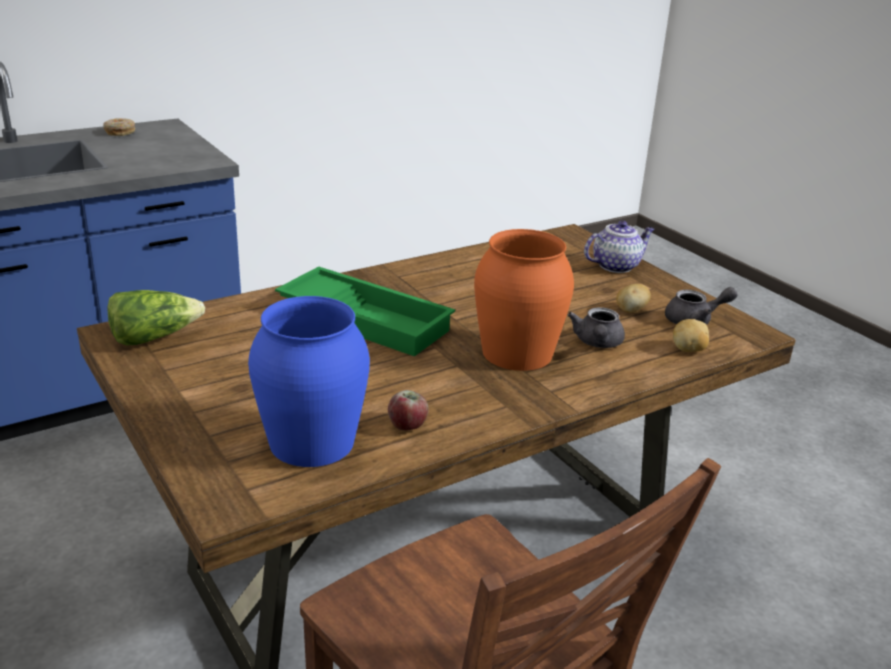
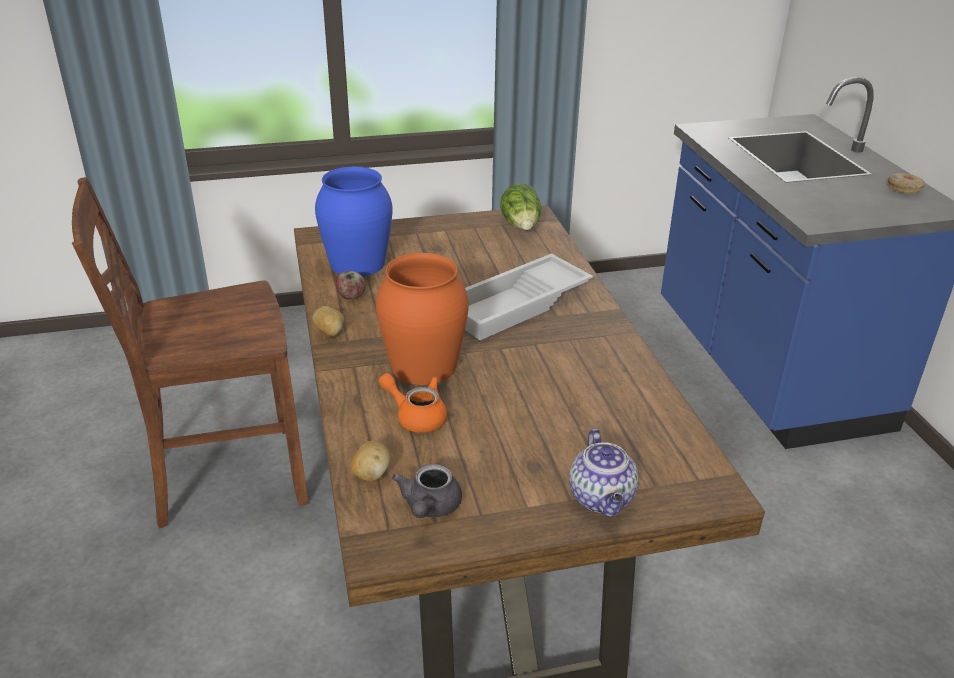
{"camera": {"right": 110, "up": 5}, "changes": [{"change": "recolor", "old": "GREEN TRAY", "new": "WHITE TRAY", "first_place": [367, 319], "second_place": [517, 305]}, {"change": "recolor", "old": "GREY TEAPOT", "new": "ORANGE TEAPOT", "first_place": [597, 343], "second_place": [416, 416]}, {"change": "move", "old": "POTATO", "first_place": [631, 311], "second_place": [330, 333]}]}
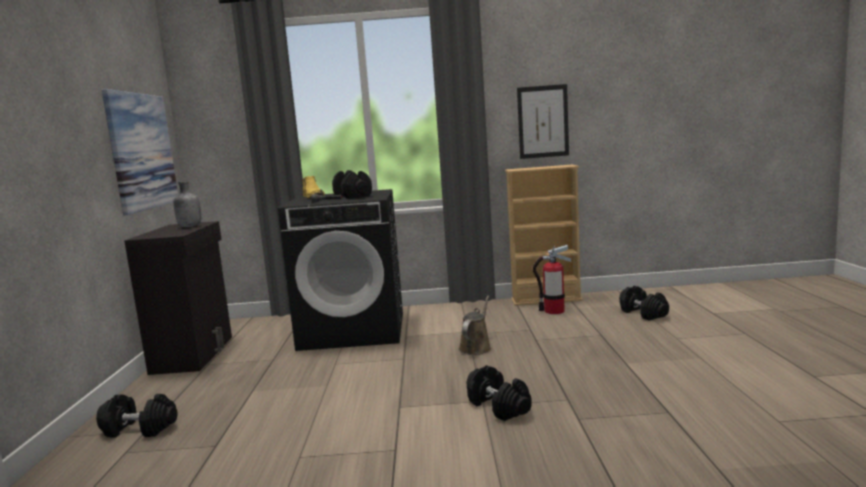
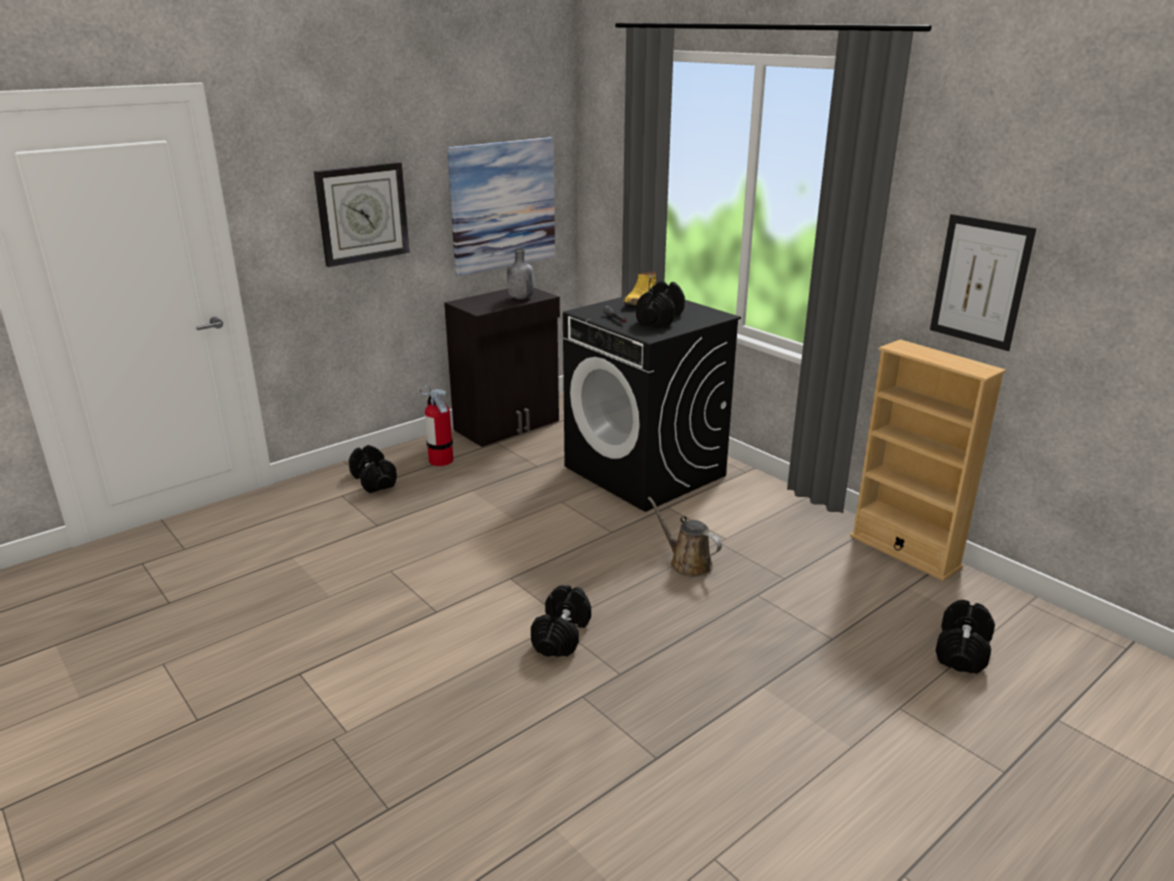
{"camera": {"right": 50, "up": 15}, "changes": [{"change": "rotate", "old": "BROWN WATERING CAN", "first_place": [476, 347], "second_place": [687, 563], "degrees": -120}, {"change": "move", "old": "FIRE EXTINGUISHER", "first_place": [554, 311], "second_place": [440, 460]}, {"change": "insert", "new": "WALL CLOCK", "second_place": [362, 213]}]}
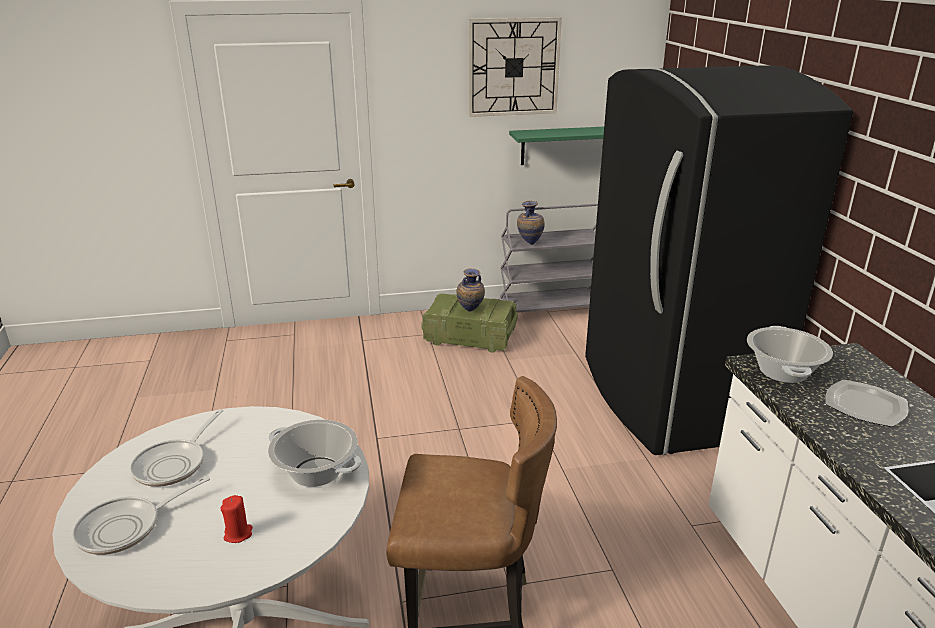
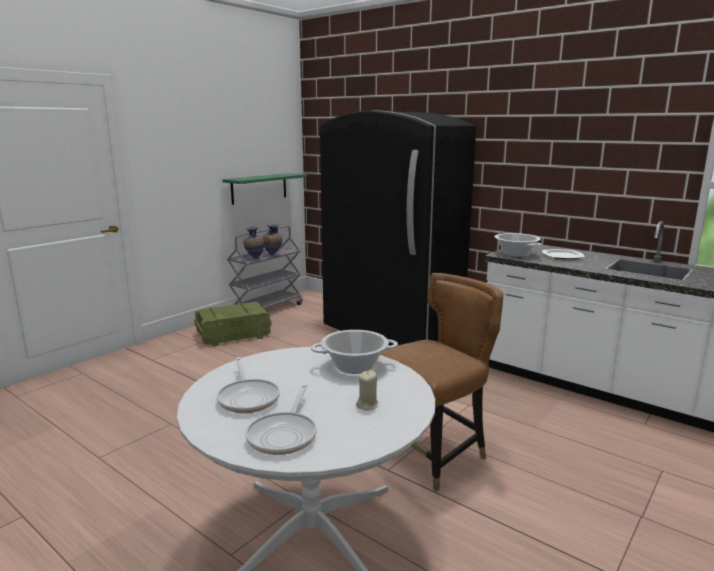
{"camera": {"right": -40, "up": -10}, "changes": [{"change": "recolor", "old": "RED CANDLE", "new": "BEIGE CANDLE", "first_place": [238, 534], "second_place": [367, 405]}, {"change": "move", "old": "VASE", "first_place": [470, 312], "second_place": [273, 255]}, {"change": "delete", "old": "WALL CLOCK", "first_place": [513, 67]}]}
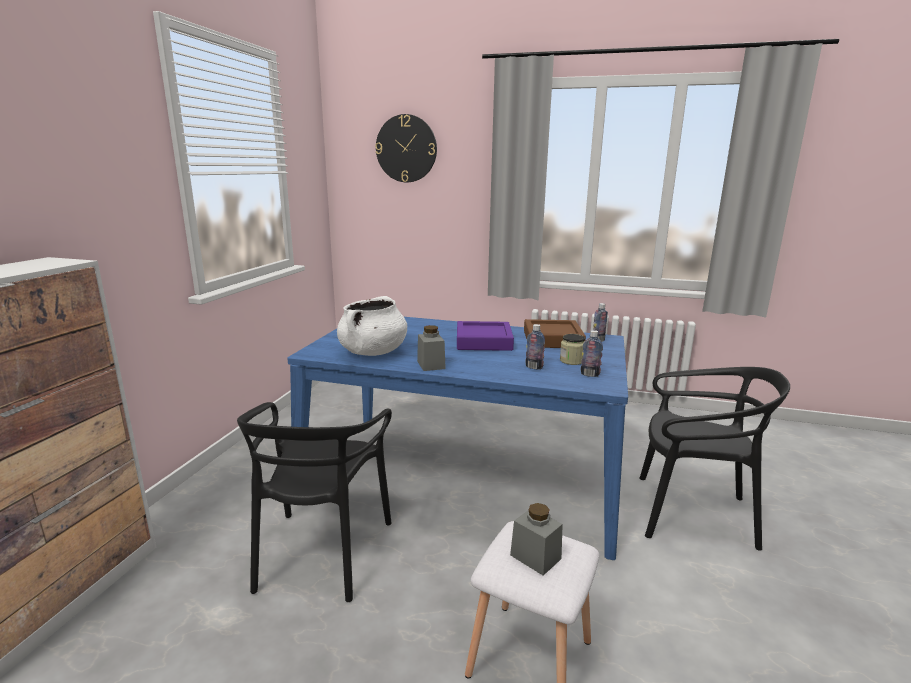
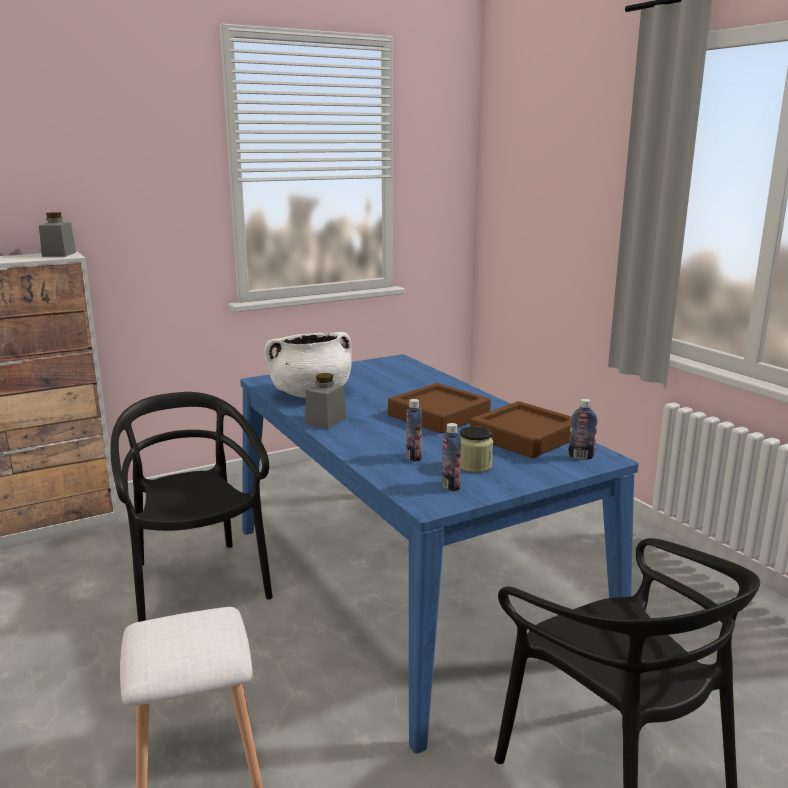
{"camera": {"right": 45, "up": 0}, "changes": [{"change": "rotate", "old": "BLACK CHAIR", "first_place": [322, 552], "second_place": [197, 584], "degrees": 105}, {"change": "delete", "old": "WALL CLOCK", "first_place": [406, 149]}, {"change": "recolor", "old": "PURPLE TRAY", "new": "BROWN TRAY", "first_place": [483, 341], "second_place": [439, 415]}, {"change": "move", "old": "GREY JAR", "first_place": [535, 557], "second_place": [59, 254]}]}
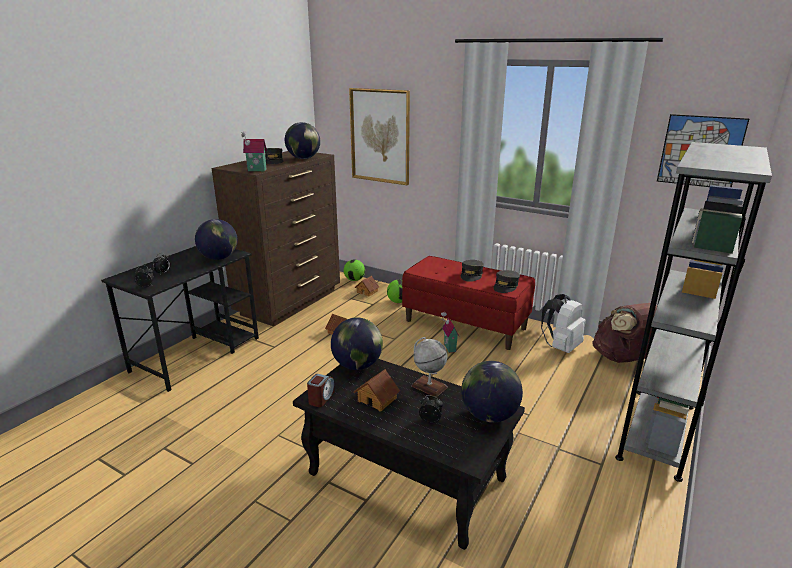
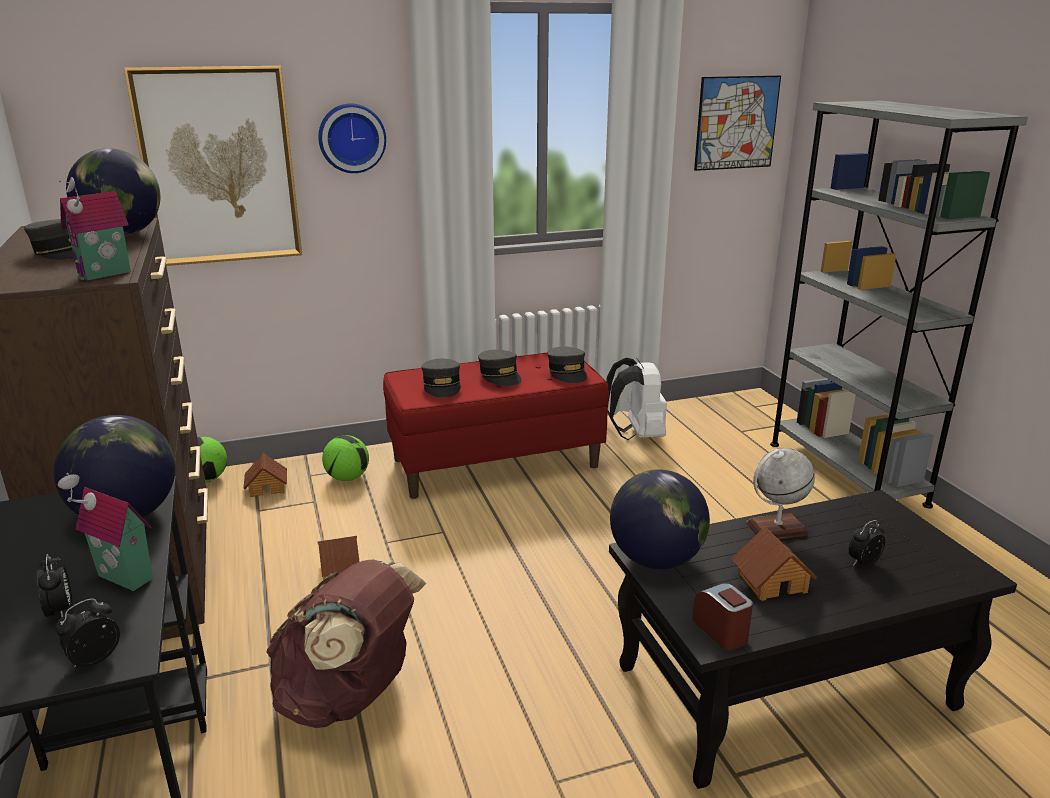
{"camera": {"right": -50, "up": 0}, "changes": [{"change": "move", "old": "TOY HOUSE", "first_place": [448, 348], "second_place": [121, 579]}, {"change": "delete", "old": "GLOBE", "first_place": [489, 416]}, {"change": "move", "old": "BROWN BACKPACK", "first_place": [624, 358], "second_place": [349, 697]}, {"change": "insert", "new": "WALL CLOCK", "second_place": [351, 138]}, {"change": "insert", "new": "GREY CAP", "second_place": [442, 386]}]}
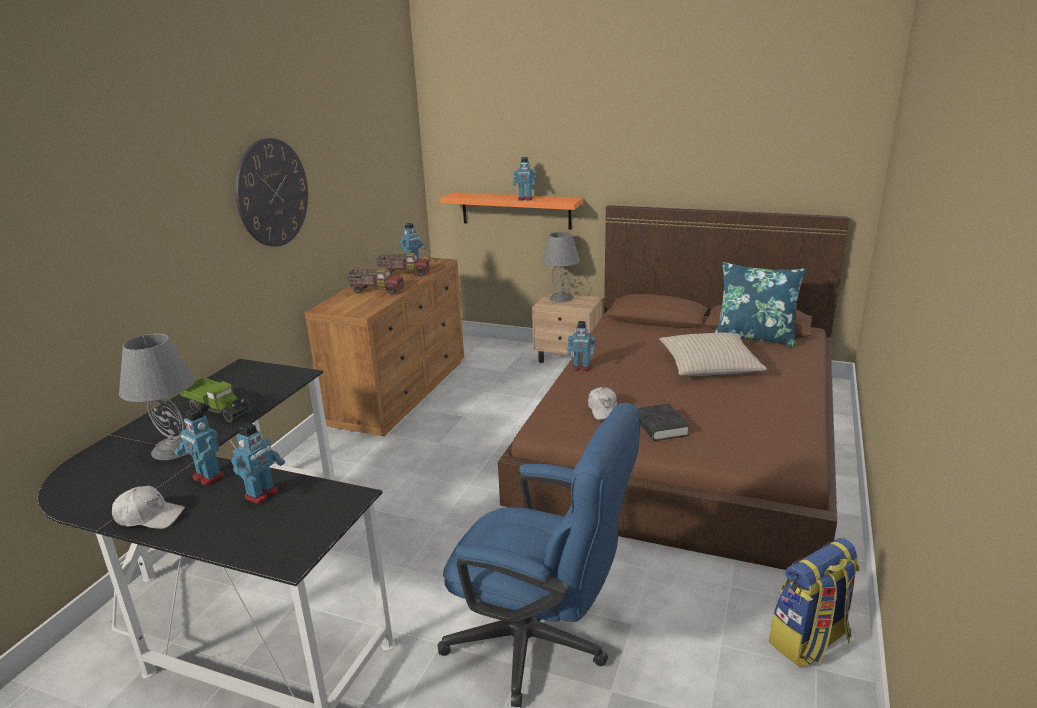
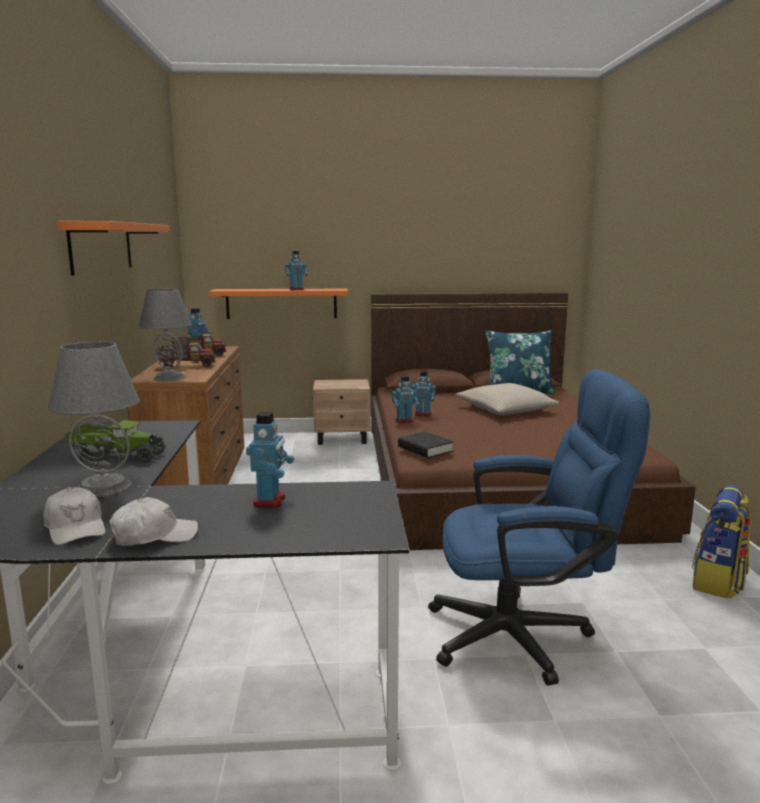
{"camera": {"right": -25, "up": -10}, "changes": [{"change": "move", "old": "TOY ROBOT", "first_place": [208, 477], "second_place": [422, 414]}, {"change": "replace", "old": "WALL CLOCK", "new": "ORANGE SHELF", "first_place": [272, 193], "second_place": [102, 247]}, {"change": "move", "old": "GREY TABLE LAMP", "first_place": [561, 298], "second_place": [169, 377]}, {"change": "move", "old": "WHITE CAP", "first_place": [604, 409], "second_place": [76, 528]}, {"change": "move", "old": "BLACK BOOK", "first_place": [660, 426], "second_place": [425, 449]}]}
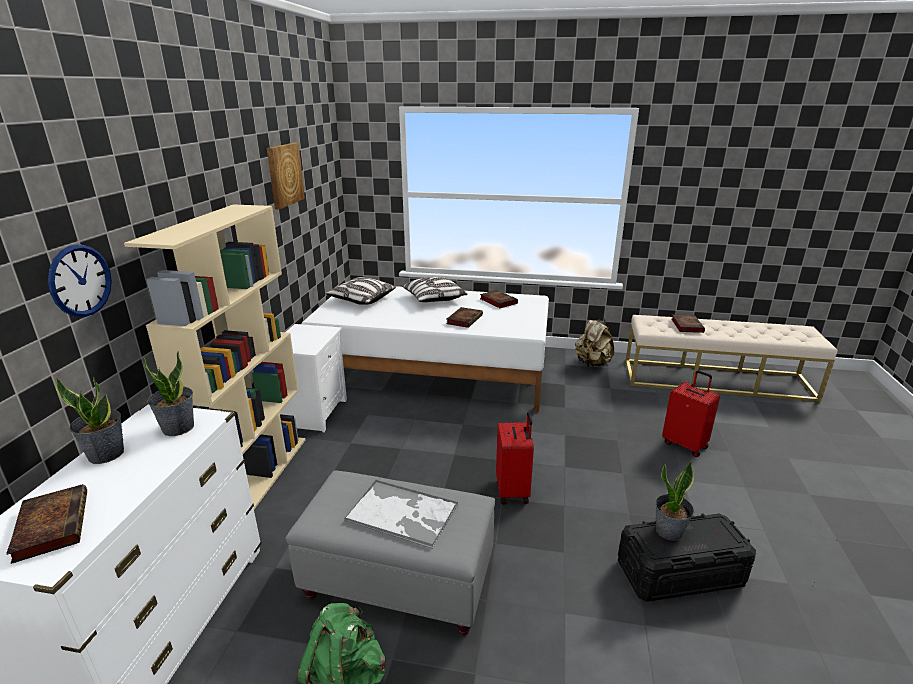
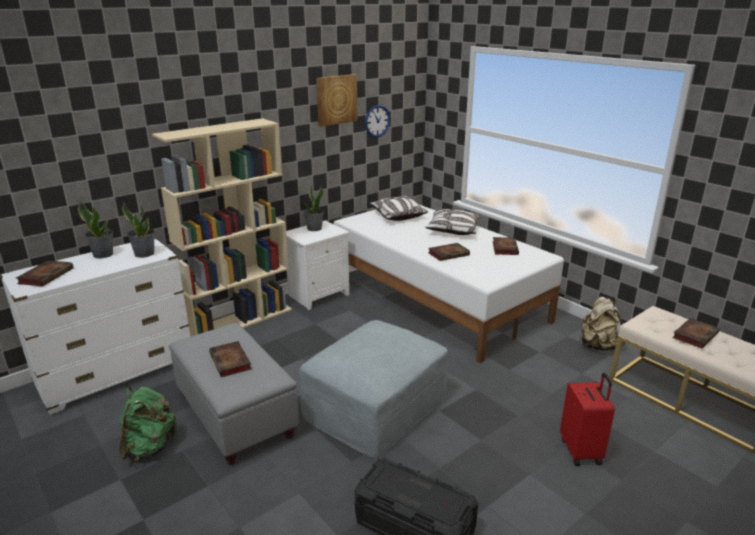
{"camera": {"right": 40, "up": 0}, "changes": [{"change": "move", "old": "WALL CLOCK", "first_place": [80, 281], "second_place": [377, 121]}, {"change": "replace", "old": "TRAY", "new": "BOOK", "first_place": [403, 514], "second_place": [231, 362]}, {"change": "replace", "old": "RED SUITCASE", "new": "GREY OTTOMAN", "first_place": [513, 491], "second_place": [375, 406]}, {"change": "move", "old": "POTTED PLANT", "first_place": [669, 531], "second_place": [314, 228]}]}
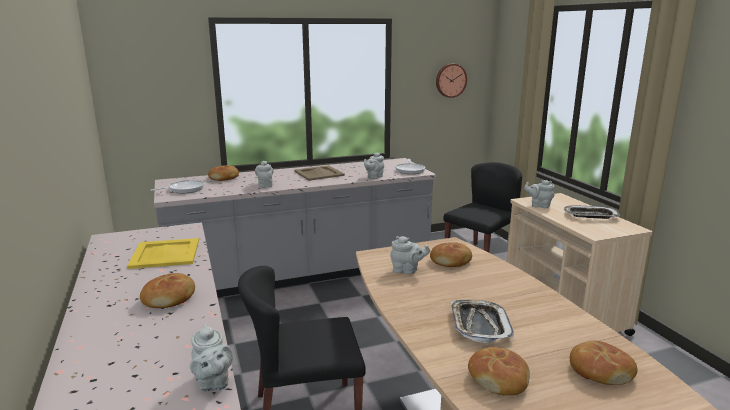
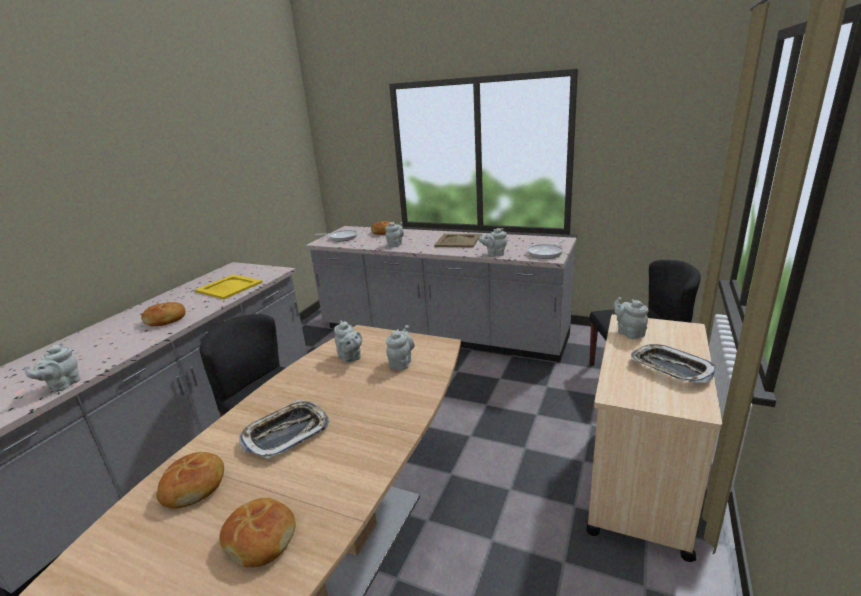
{"camera": {"right": 45, "up": 5}, "changes": [{"change": "replace", "old": "BREAD", "new": "GREY TEAPOT", "first_place": [451, 261], "second_place": [401, 363]}, {"change": "delete", "old": "WALL CLOCK", "first_place": [450, 80]}]}
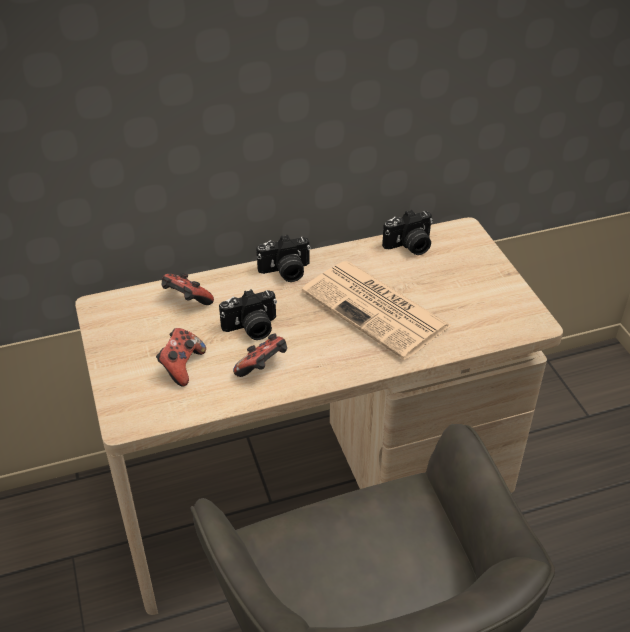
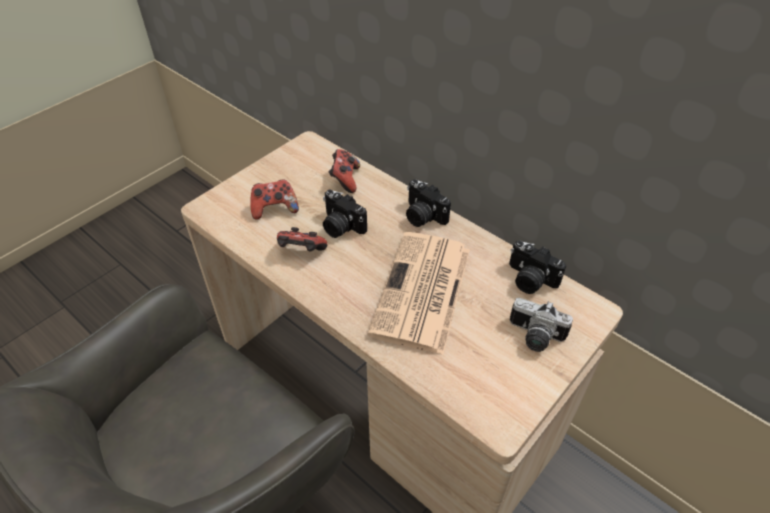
{"camera": {"right": 60, "up": 5}, "changes": [{"change": "insert", "new": "PHOTO CAMERA", "second_place": [534, 337]}]}
